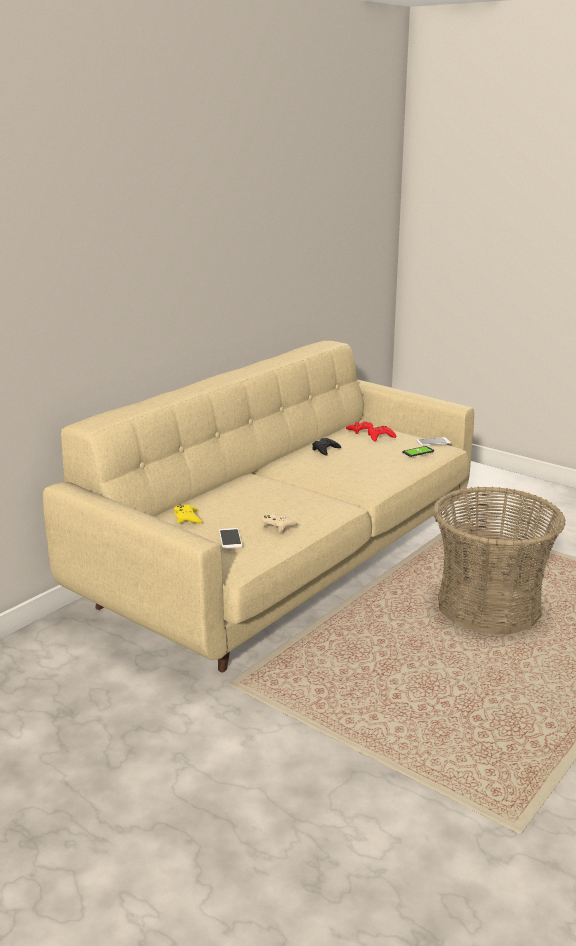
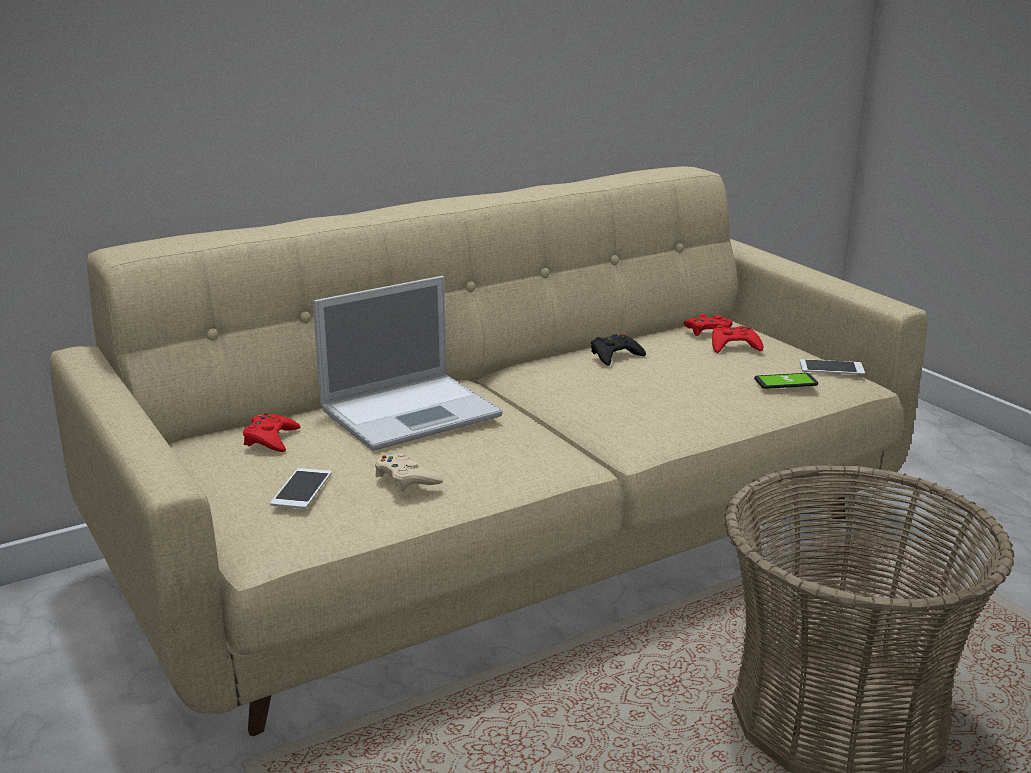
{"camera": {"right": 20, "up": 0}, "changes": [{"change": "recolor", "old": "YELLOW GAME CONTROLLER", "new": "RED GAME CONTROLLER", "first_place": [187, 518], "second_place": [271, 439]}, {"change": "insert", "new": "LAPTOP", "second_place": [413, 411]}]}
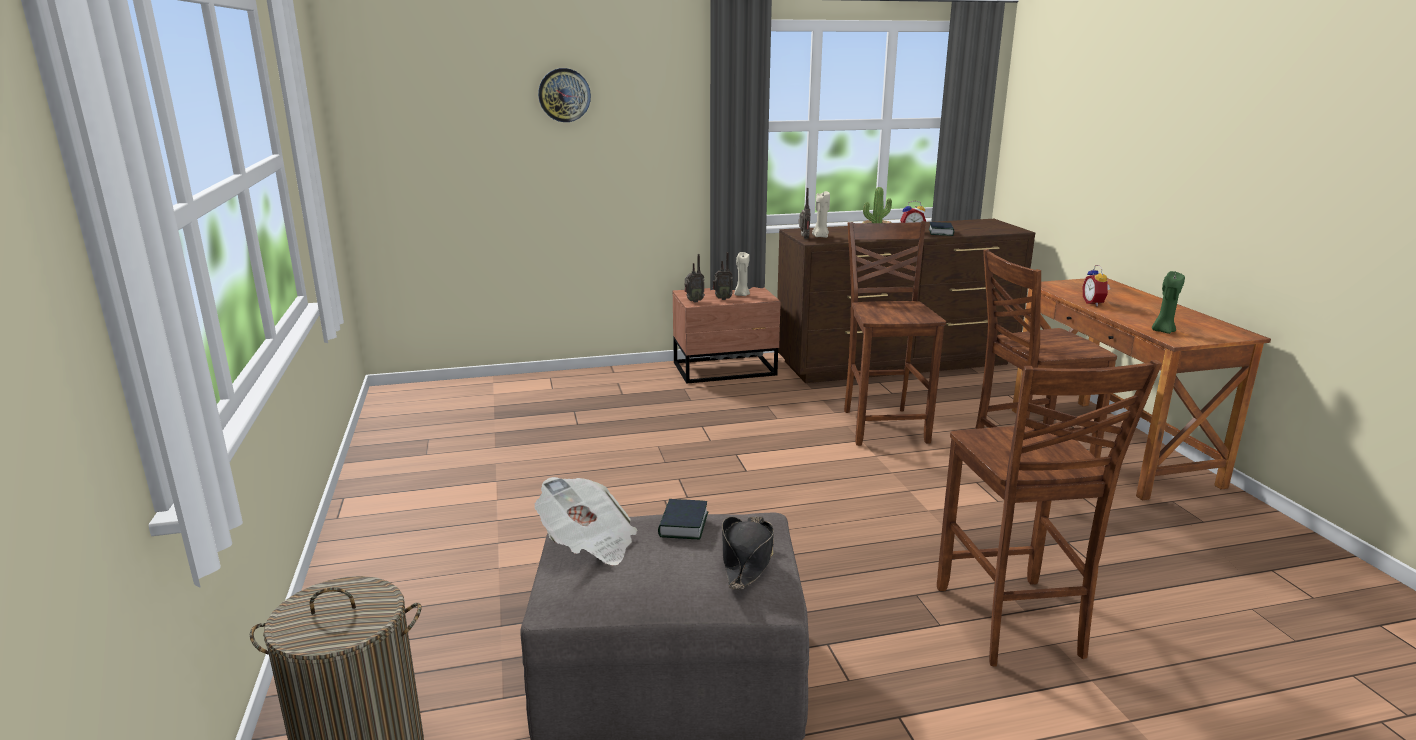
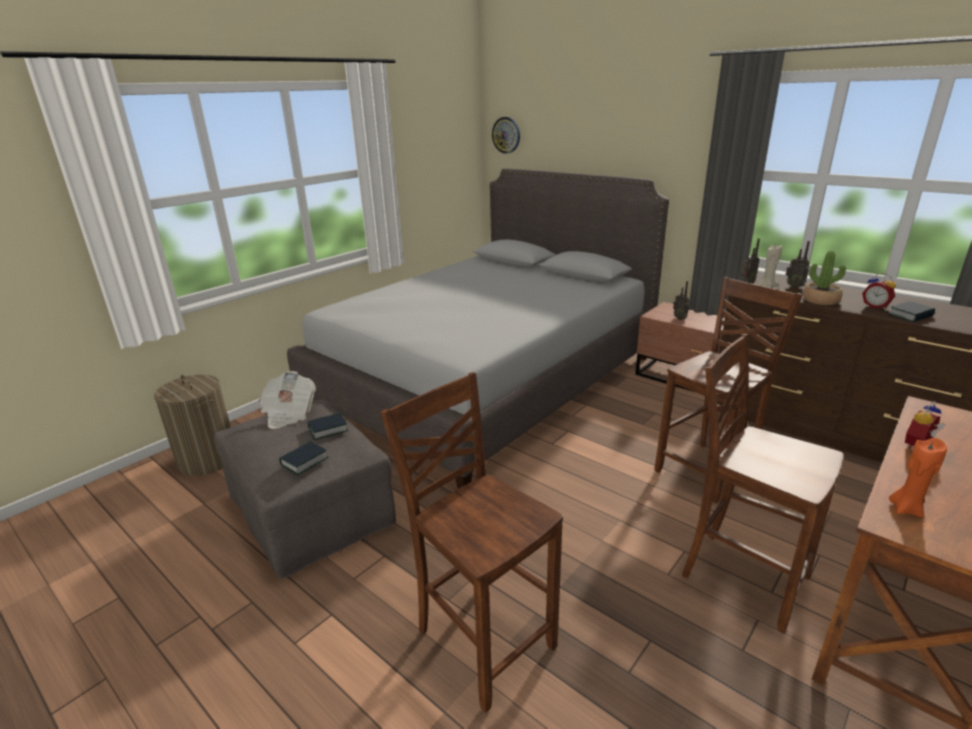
{"camera": {"right": 55, "up": 5}, "changes": [{"change": "move", "old": "WALL CLOCK", "first_place": [564, 95], "second_place": [506, 135]}, {"change": "move", "old": "RADIO", "first_place": [693, 301], "second_place": [794, 286]}, {"change": "replace", "old": "BLACK HAT", "new": "BOOK", "first_place": [747, 559], "second_place": [304, 461]}, {"change": "delete", "old": "BEIGE CANDLE", "first_place": [741, 295]}, {"change": "rotate", "old": "BROWN CHAIR", "first_place": [1010, 623], "second_place": [483, 638], "degrees": 90}, {"change": "recolor", "old": "GREEN CANDLE", "new": "ORANGE CANDLE", "first_place": [1162, 331], "second_place": [906, 509]}, {"change": "insert", "new": "GREY BED", "second_place": [487, 380]}]}
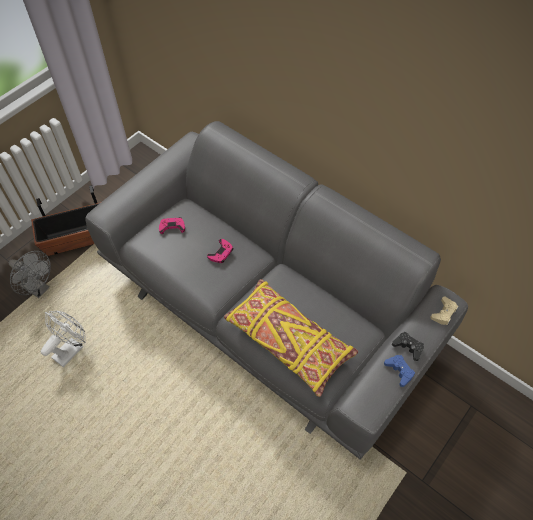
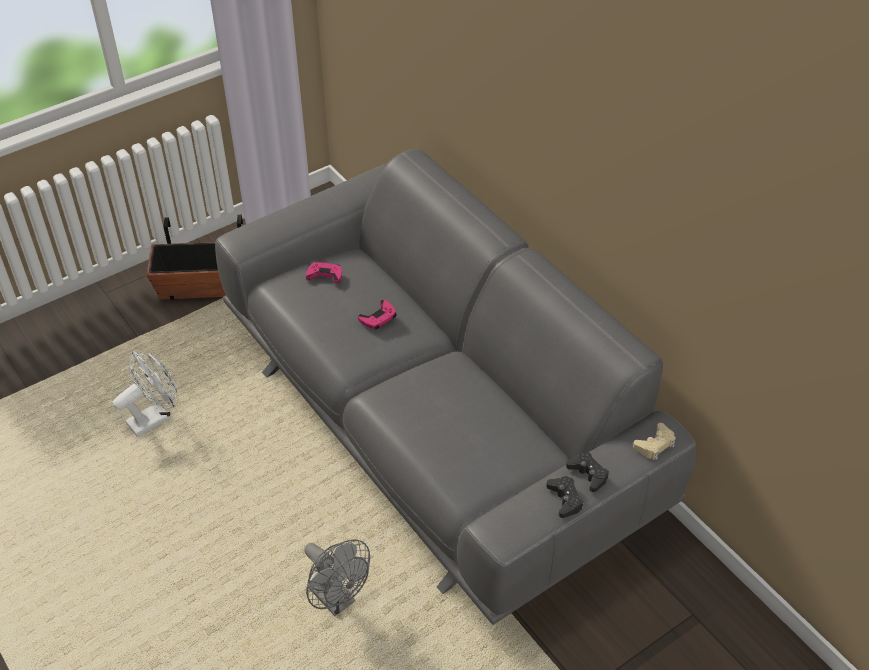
{"camera": {"right": 15, "up": -10}, "changes": [{"change": "move", "old": "GREY FAN", "first_place": [39, 289], "second_place": [337, 600]}, {"change": "delete", "old": "YELLOW PILLOW", "first_place": [288, 341]}, {"change": "recolor", "old": "BLUE GAME CONTROLLER", "new": "BLACK GAME CONTROLLER", "first_place": [399, 371], "second_place": [565, 499]}]}
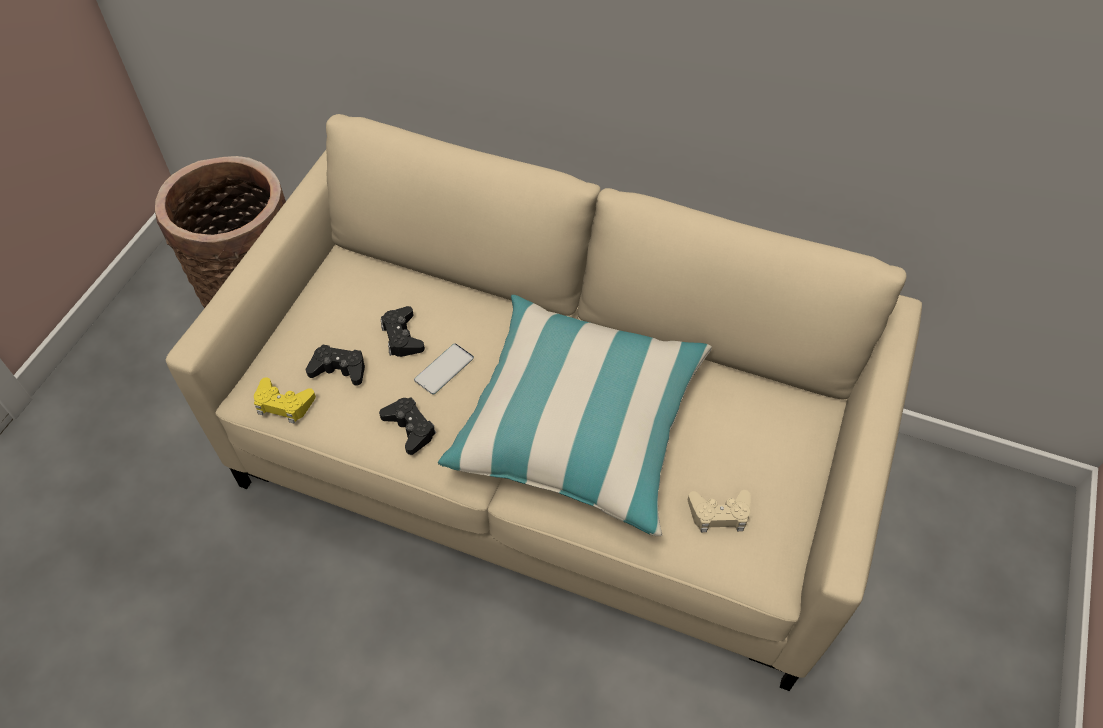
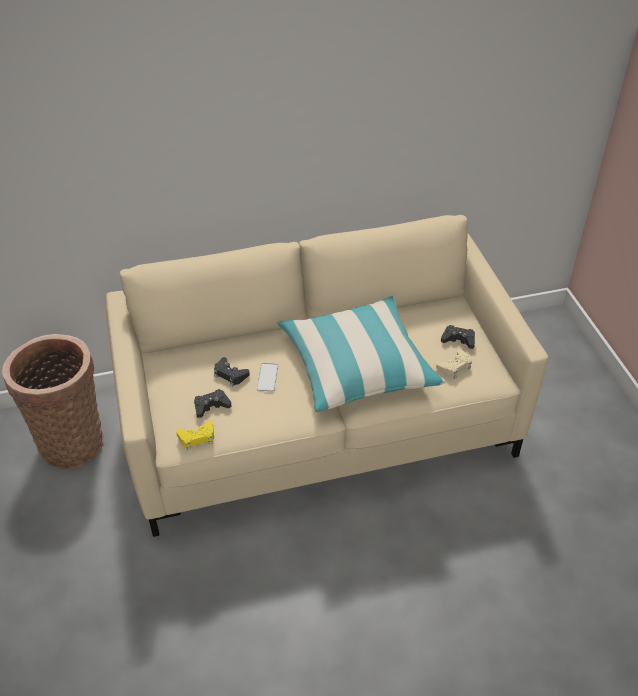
{"camera": {"right": -35, "up": -10}, "changes": [{"change": "move", "old": "BLACK GAME CONTROLLER", "first_place": [410, 428], "second_place": [458, 340]}]}
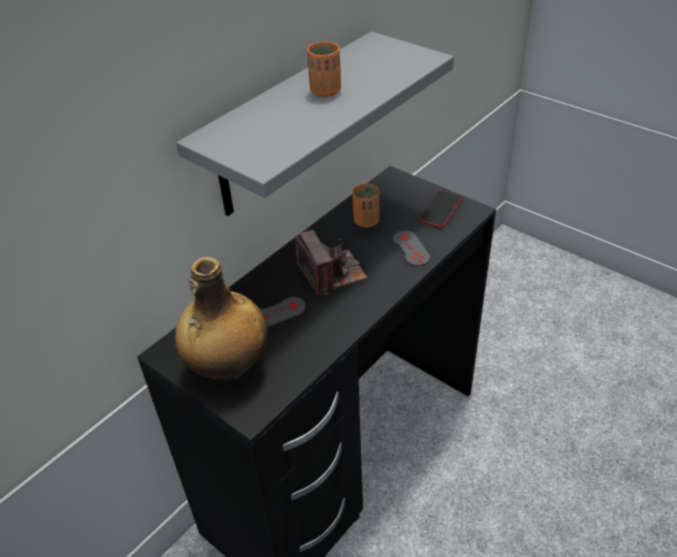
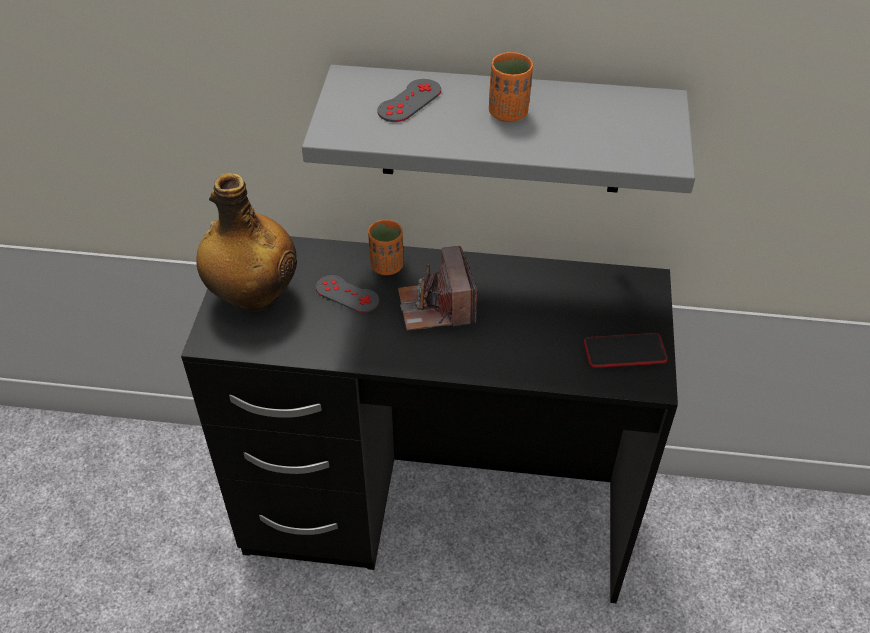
{"camera": {"right": 55, "up": 5}, "changes": [{"change": "rotate", "old": "PHOTO CAMERA", "first_place": [331, 273], "second_place": [436, 307], "degrees": 135}, {"change": "move", "old": "ORANGE CUP", "first_place": [366, 221], "second_place": [387, 266]}, {"change": "move", "old": "GREY GAME CONTROLLER", "first_place": [411, 248], "second_place": [409, 101]}]}
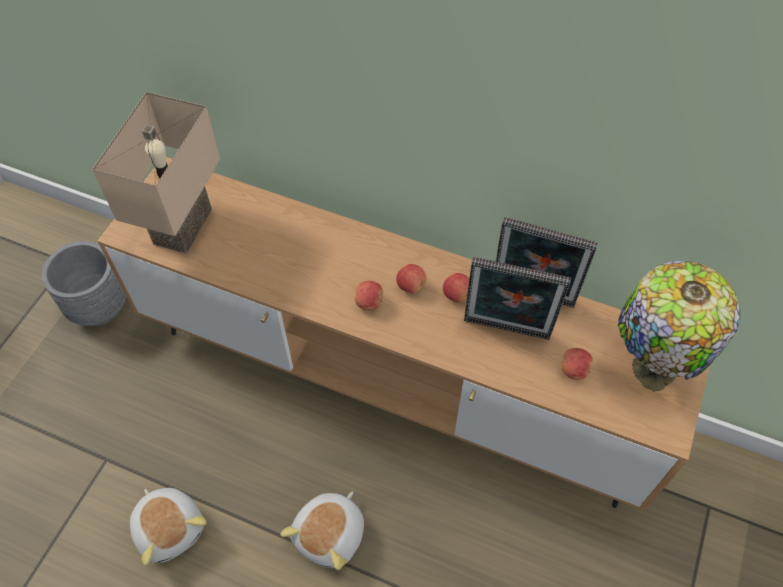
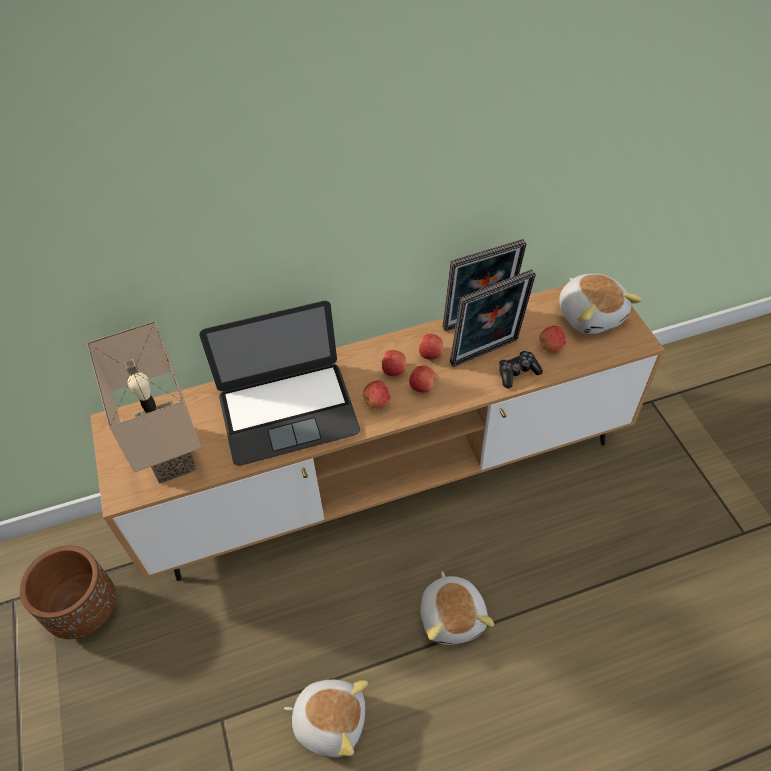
{"camera": {"right": -40, "up": -5}, "changes": [{"change": "recolor", "old": "GREY PLANTER", "new": "BROWN PLANTER", "first_place": [99, 306], "second_place": [85, 610]}, {"change": "replace", "old": "TABLE LAMP", "new": "PLUSH TOY", "first_place": [649, 369], "second_place": [590, 315]}, {"change": "insert", "new": "LAPTOP", "second_place": [288, 412]}, {"change": "insert", "new": "APPLE", "second_place": [422, 387]}, {"change": "insert", "new": "GAME CONTROLLER", "second_place": [517, 373]}]}
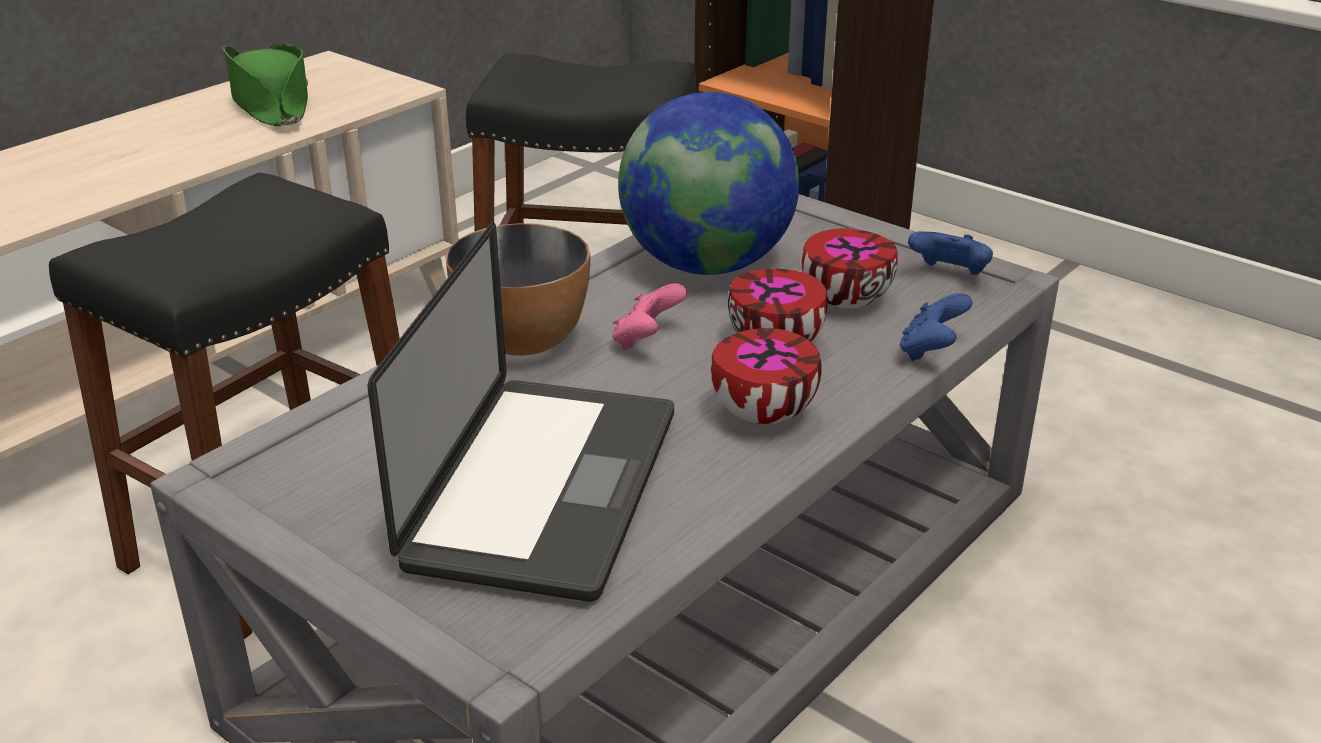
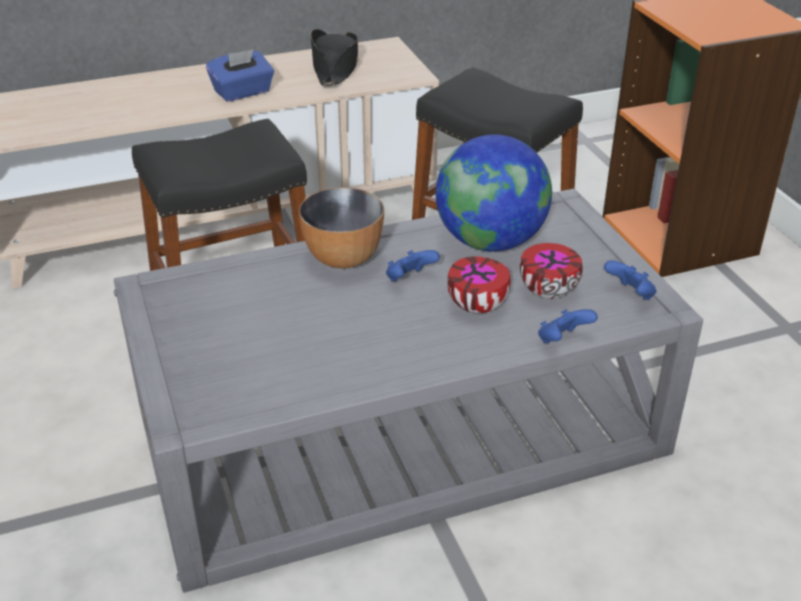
{"camera": {"right": 30, "up": 5}, "changes": [{"change": "recolor", "old": "GREEN HAT", "new": "BLACK HAT", "first_place": [271, 103], "second_place": [335, 67]}, {"change": "delete", "old": "LAPTOP", "first_place": [544, 488]}, {"change": "recolor", "old": "PINK GAME CONTROLLER", "new": "BLUE GAME CONTROLLER", "first_place": [646, 341], "second_place": [409, 279]}, {"change": "delete", "old": "BOWL", "first_place": [760, 413]}, {"change": "insert", "new": "BLUE TISSUE BOX", "second_place": [242, 92]}]}
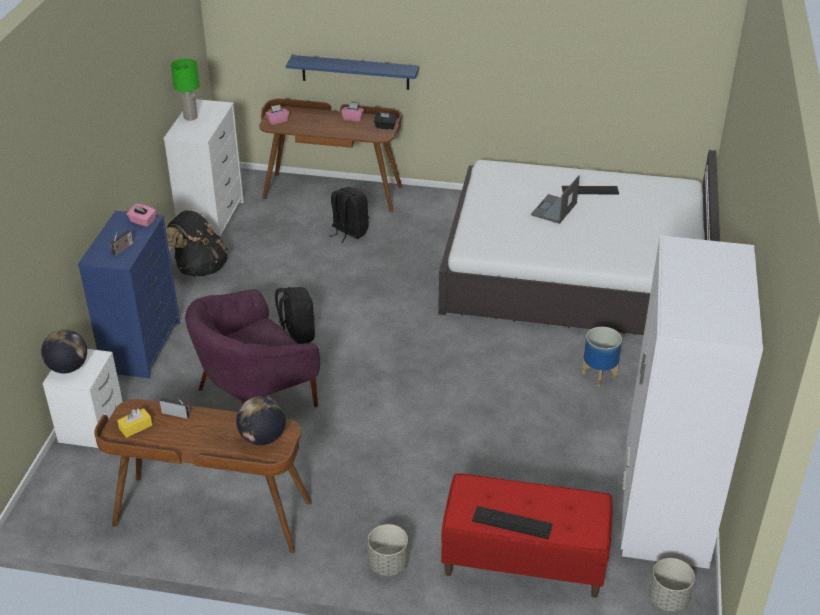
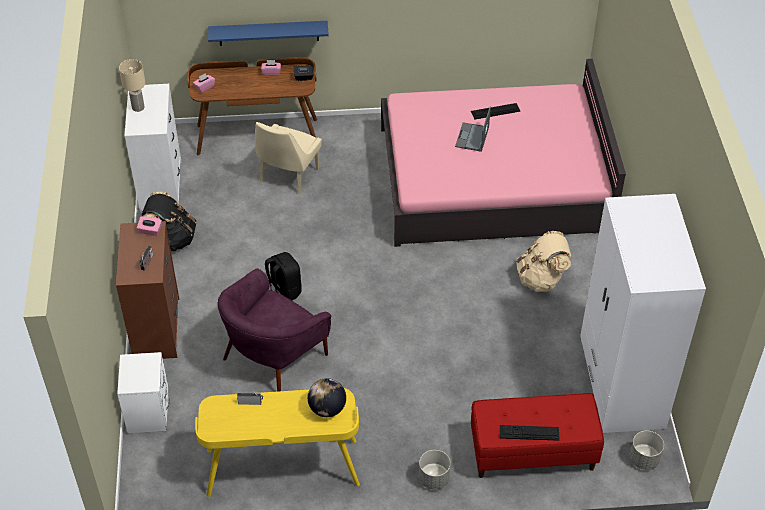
{"camera": {"right": -15, "up": 10}, "changes": [{"change": "delete", "old": "GLOBE", "first_place": [68, 367]}, {"change": "recolor", "old": "BLUE DRESSER", "new": "BROWN DRESSER", "first_place": [142, 347], "second_place": [157, 328]}, {"change": "recolor", "old": "BROWN DESK", "new": "YELLOW DESK", "first_place": [212, 515], "second_place": [282, 468]}, {"change": "delete", "old": "YELLOW TISSUE BOX", "first_place": [135, 427]}, {"change": "recolor", "old": "GREEN TABLE LAMP", "new": "BEIGE TABLE LAMP", "first_place": [191, 117], "second_place": [138, 107]}, {"change": "replace", "old": "BLACK BACKPACK", "new": "BEIGE CHAIR", "first_place": [349, 232], "second_place": [288, 176]}, {"change": "recolor", "old": "WHITE BED", "new": "PINK BED", "first_place": [577, 270], "second_place": [494, 180]}, {"change": "replace", "old": "PLANTER", "new": "BEIGE BACKPACK", "first_place": [599, 375], "second_place": [541, 279]}]}
